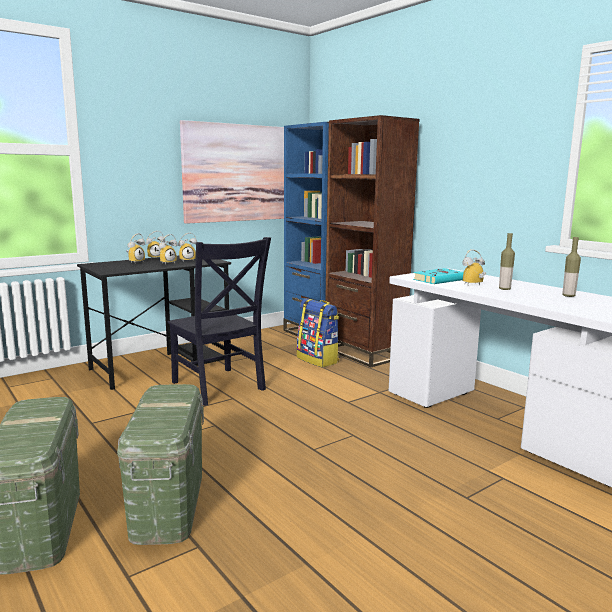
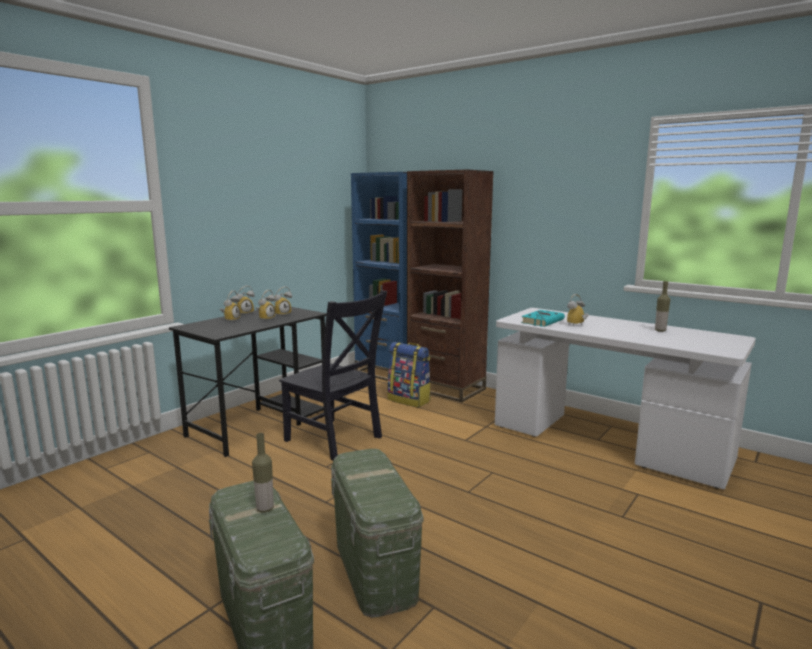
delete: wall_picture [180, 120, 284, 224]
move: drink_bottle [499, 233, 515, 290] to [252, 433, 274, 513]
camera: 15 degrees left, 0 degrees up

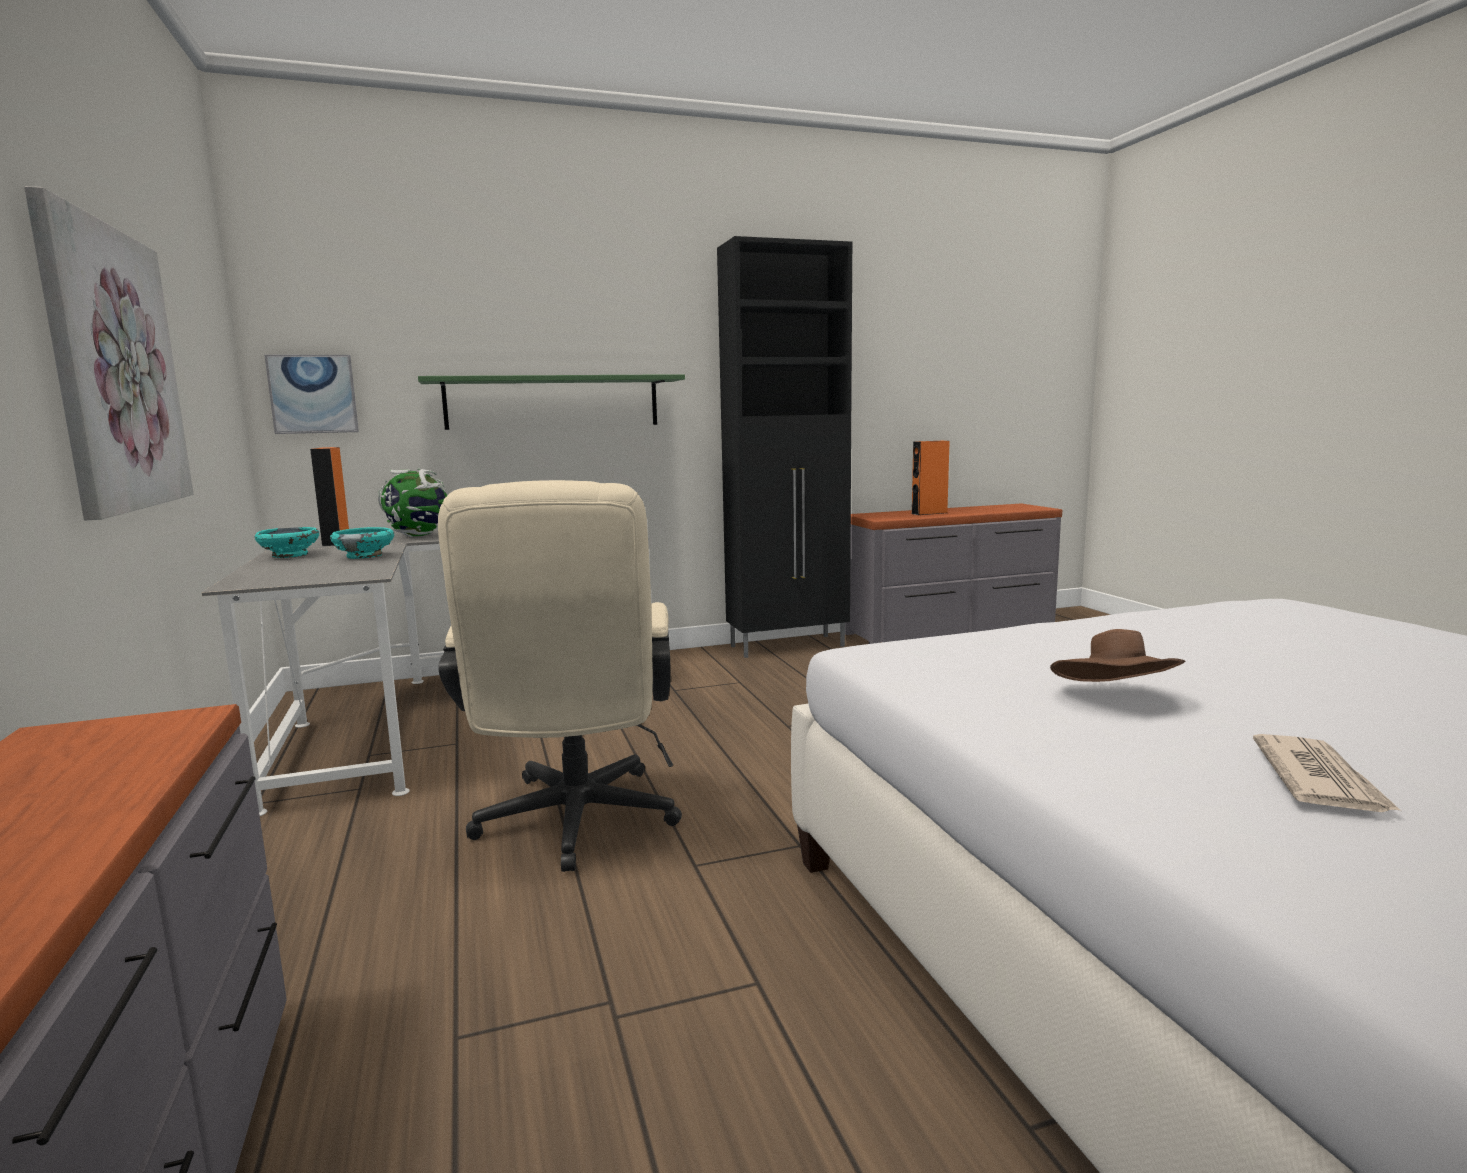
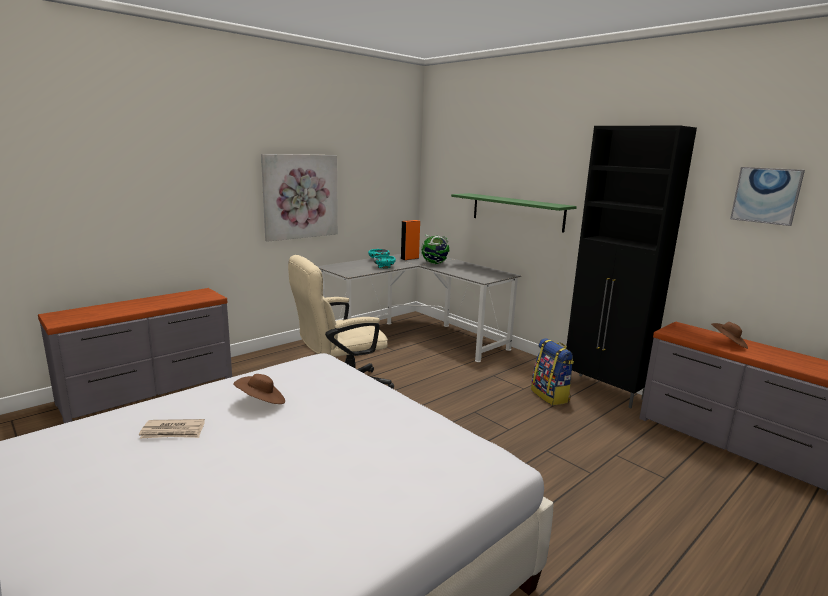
insert: knapsack [531, 338, 574, 406]
move: wall_picture [265, 355, 359, 434] to [730, 167, 805, 226]
replace: orange-coloured_speaker [912, 441, 950, 515] to brownish_clothing_hat [711, 322, 748, 349]
camera: 65 degrees right, 5 degrees up

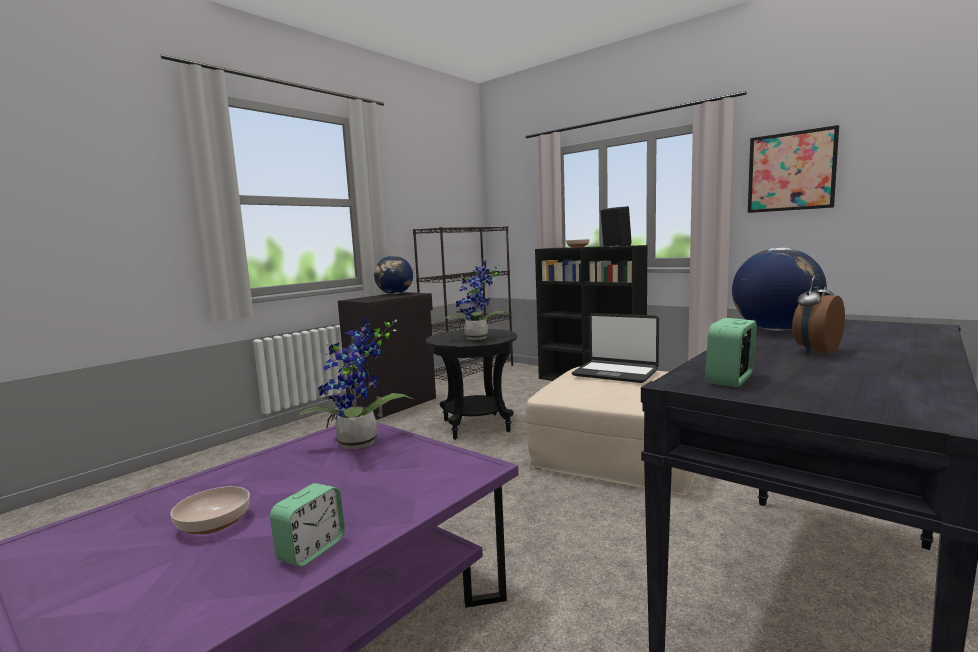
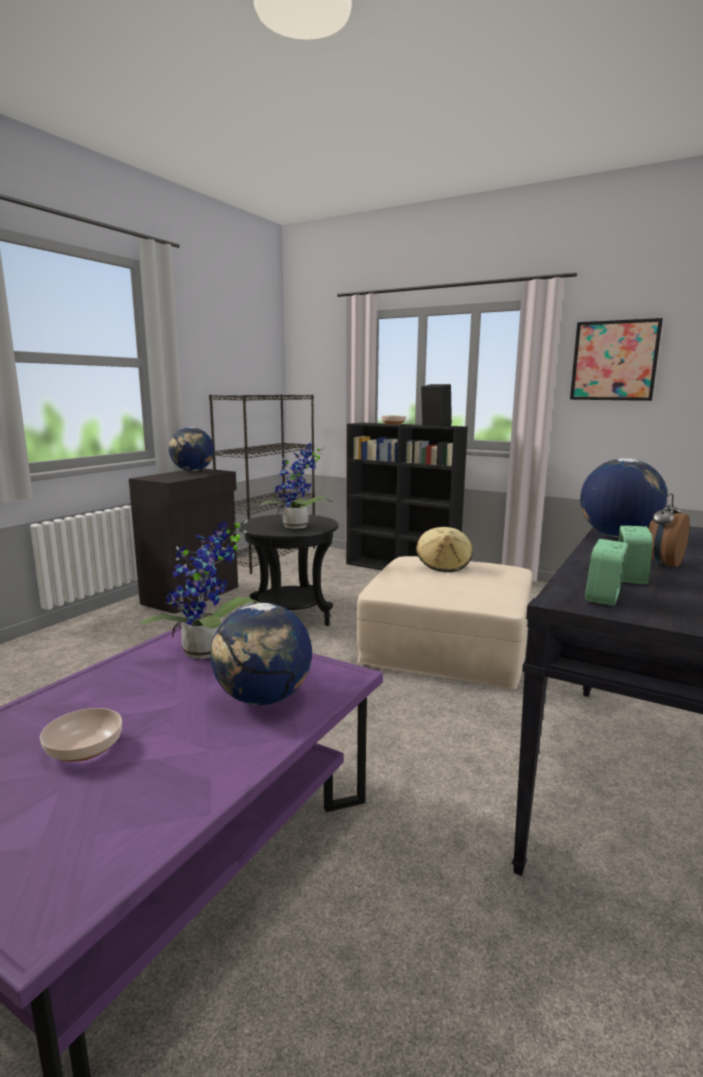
insert: globe [211, 603, 312, 705]
move: alarm_clock [270, 483, 345, 567] to [618, 526, 653, 584]
replace: notebook_computer [572, 313, 659, 383] to beige_clothing_hat [416, 527, 473, 572]
camera: 10 degrees left, 5 degrees up

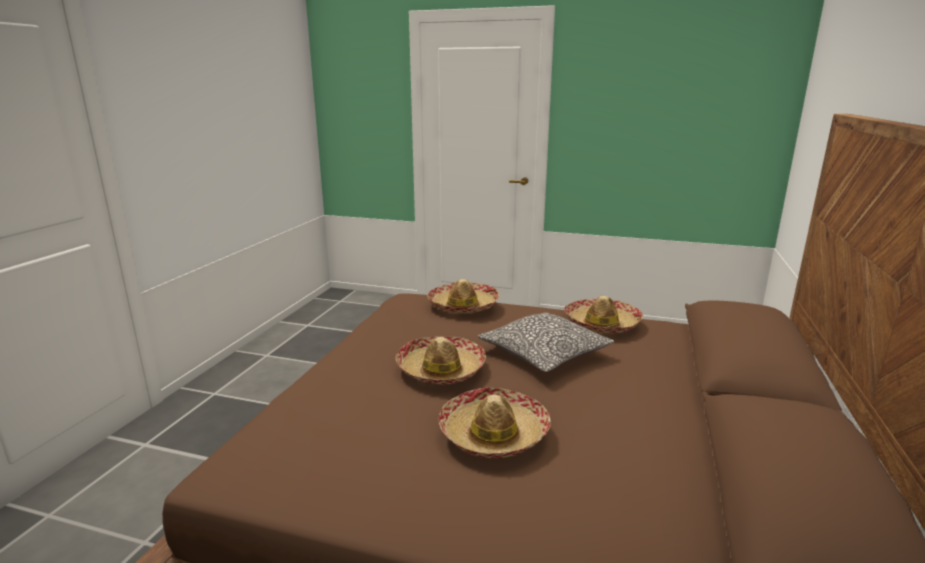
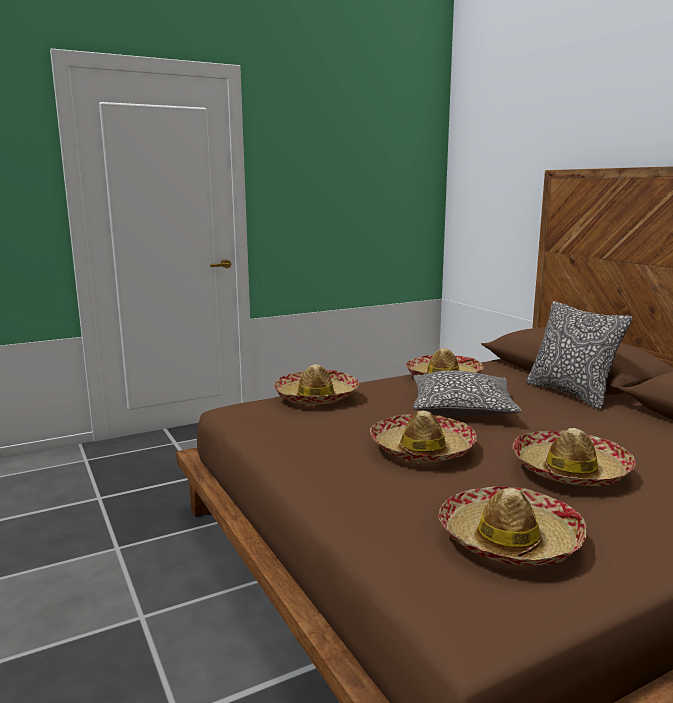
insert: clothing_hat [438, 487, 586, 566]; throw_pillow [526, 301, 632, 410]
camera: 45 degrees left, 5 degrees down

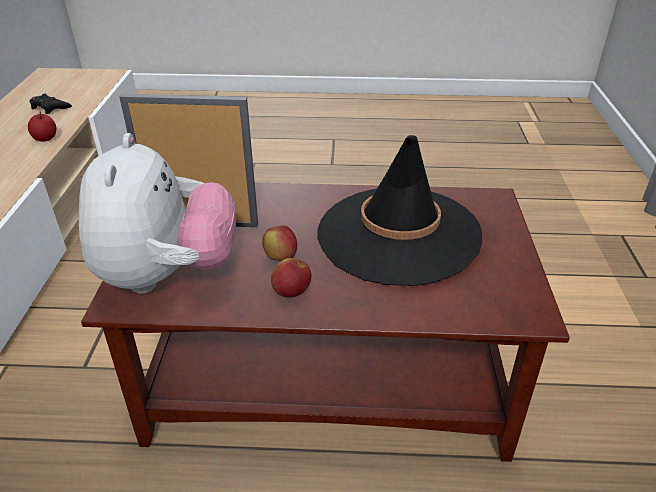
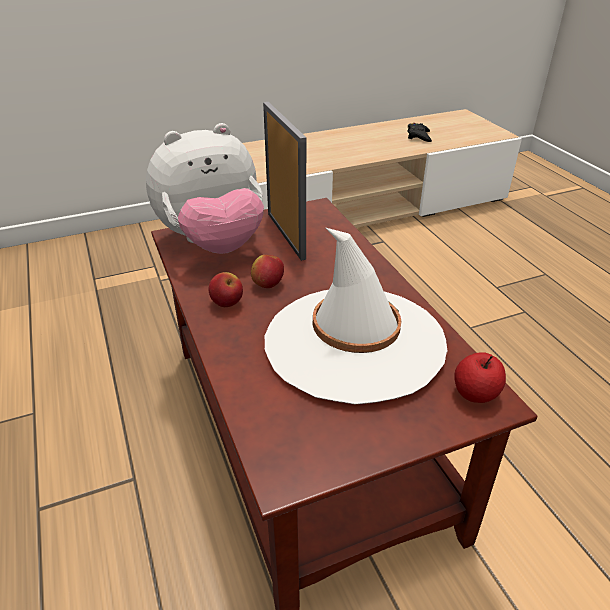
move: apple_fruit [28, 112, 56, 142] to [454, 352, 506, 403]
recolor: black_clothing_hat [317, 135, 482, 286] to white_clothing_hat [265, 228, 448, 404]
camera: 65 degrees right, 0 degrees up

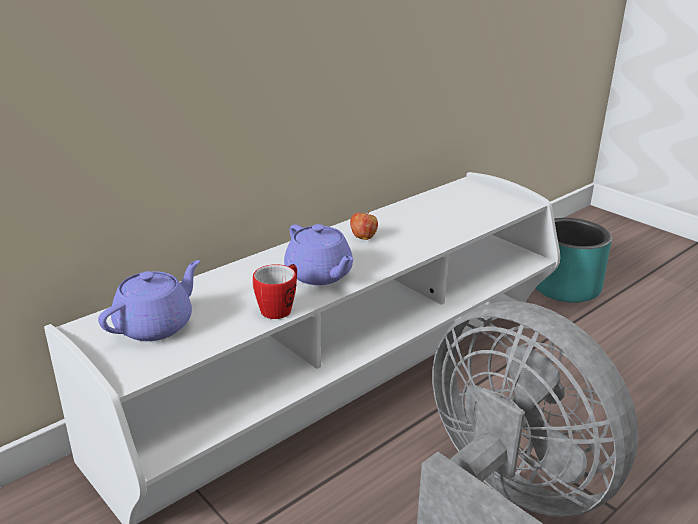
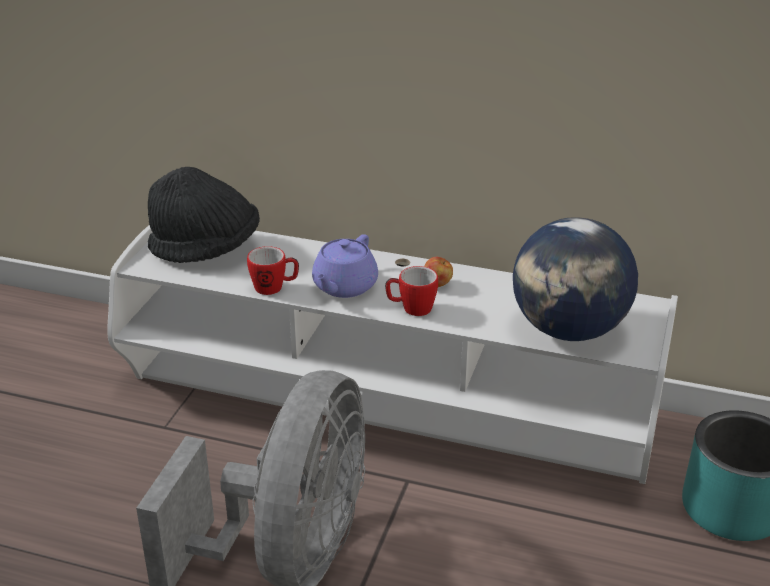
insert: tea_mug [385, 266, 438, 316]; globe [513, 217, 638, 341]
replace: purplish_teapot [98, 260, 200, 341] to black_clothing_hat [148, 167, 260, 263]
camera: 60 degrees right, 5 degrees up

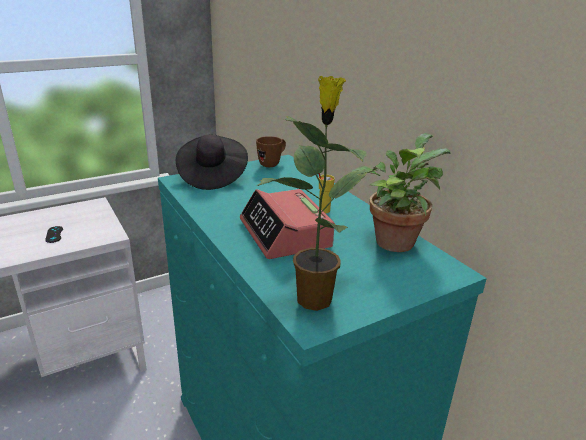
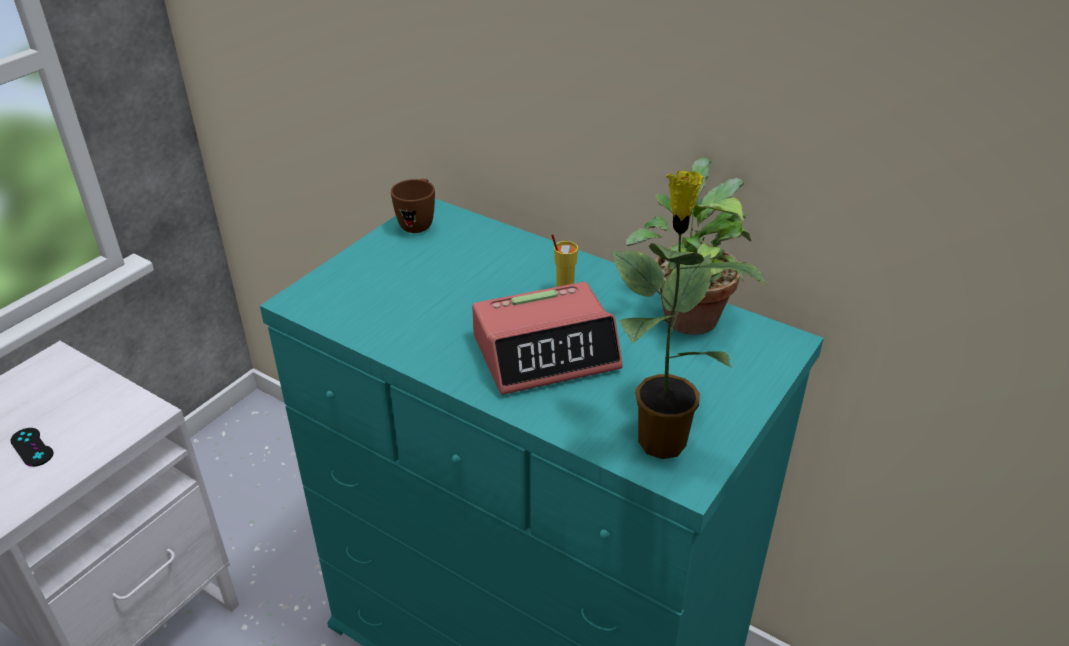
delete: black_clothing_hat [176, 134, 248, 190]
rotate: alarm_clock [240, 189, 335, 259] = [472, 282, 623, 395] 60 degrees counterclockwise
camera: 25 degrees left, 10 degrees up

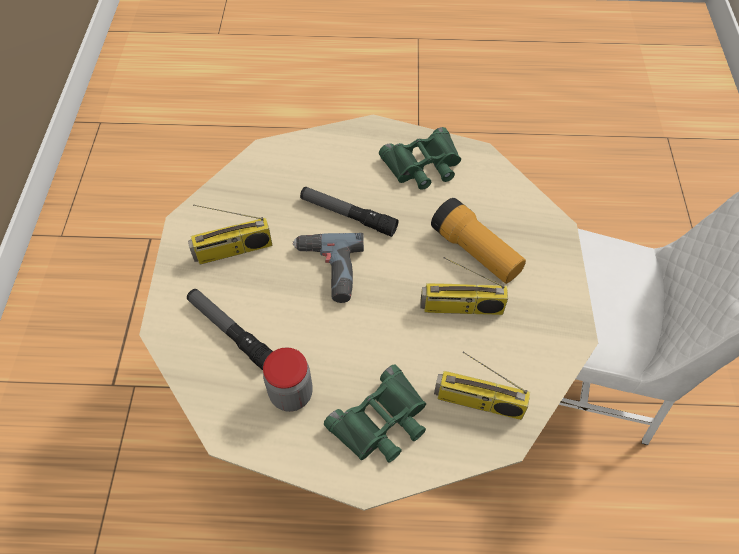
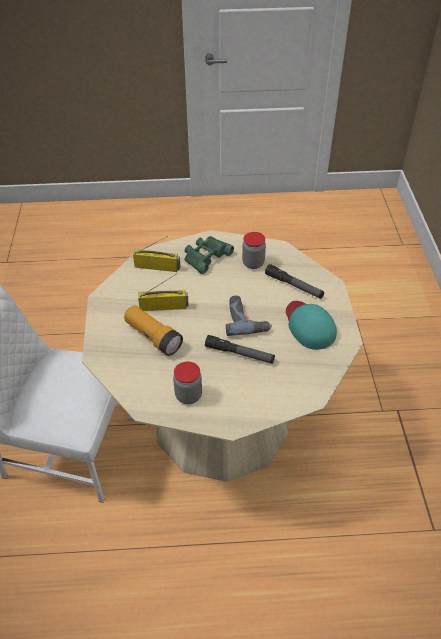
replace: green_field_glasses [379, 127, 461, 190] to storage_jar [173, 361, 202, 404]; radio_set [188, 204, 273, 264] to turquoise-coloured_peaked_cap [286, 301, 337, 350]
camera: 175 degrees right, 10 degrees down

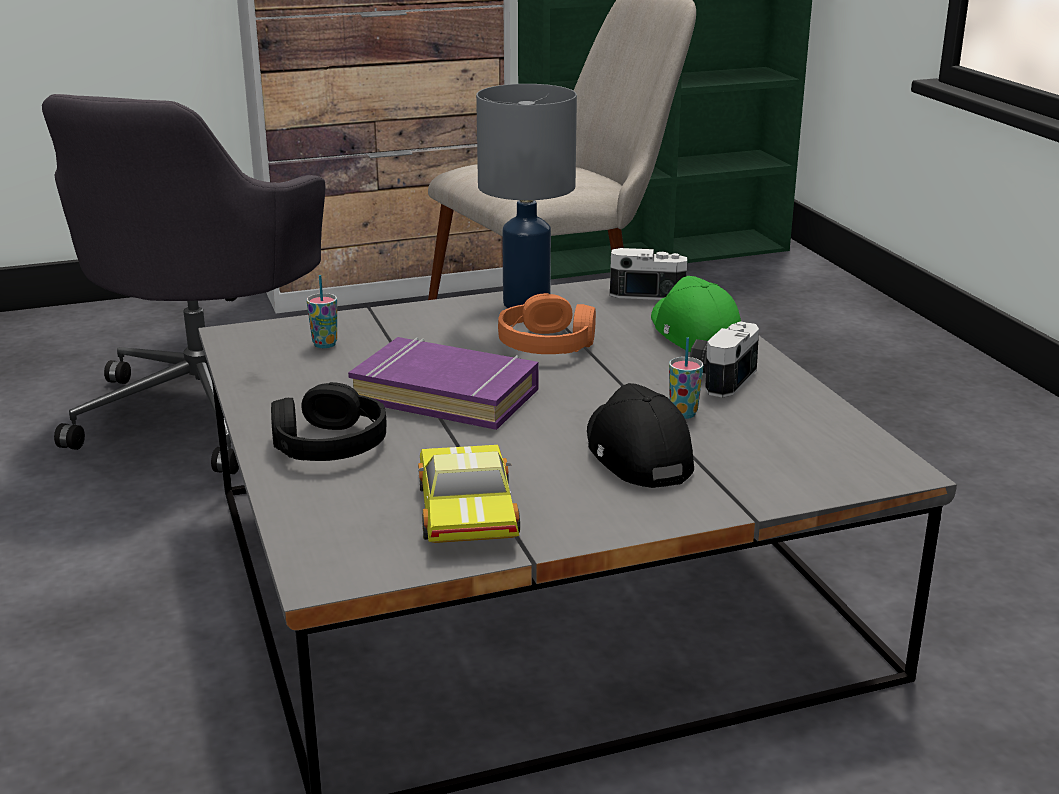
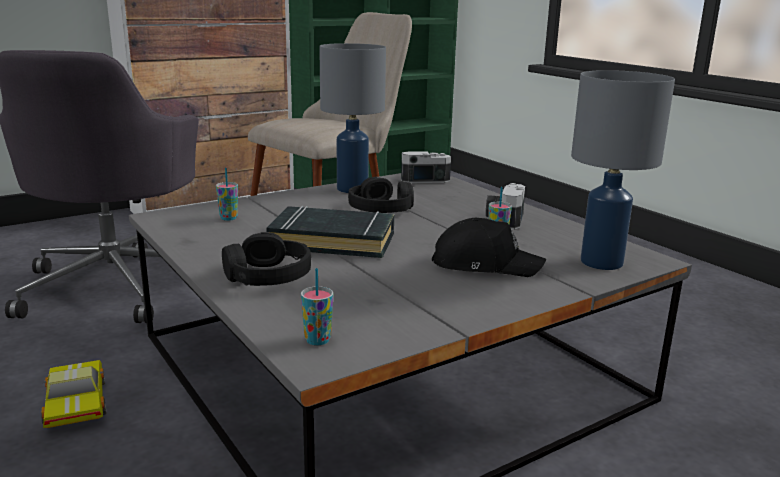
delete: green_peaked_cap [651, 276, 741, 352]
insert: drinking_cup [301, 268, 333, 346]; gray_tabletop_lamp [571, 70, 675, 270]
move: model_car [418, 445, 520, 543] to [41, 360, 106, 428]
recolor: purplish_bound_book [348, 337, 539, 430] to black_bound_book [266, 206, 394, 258]; orange-coloured_headphones [498, 293, 596, 354] to black_headphones [348, 177, 414, 213]
rotate: black_peaked_cap [587, 383, 694, 488] = [432, 218, 546, 277] 135 degrees clockwise
camera: 15 degrees left, 5 degrees down

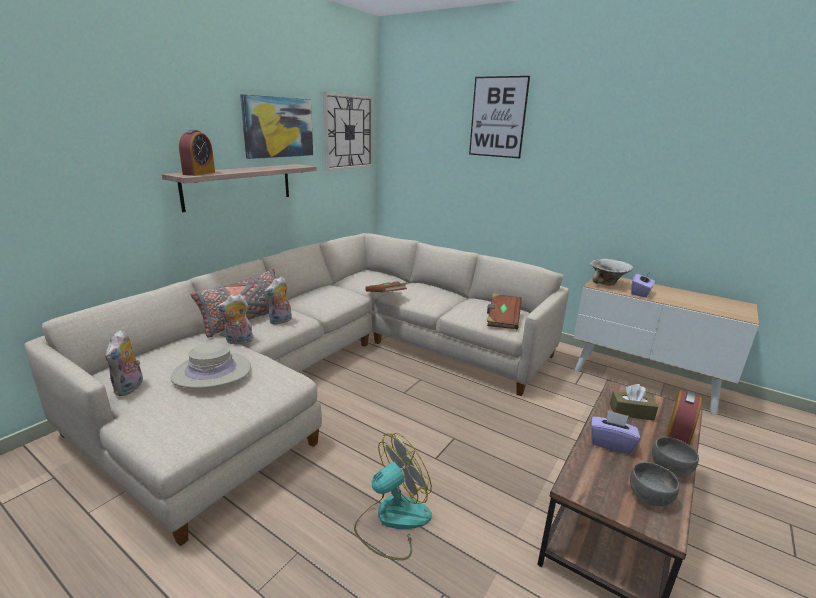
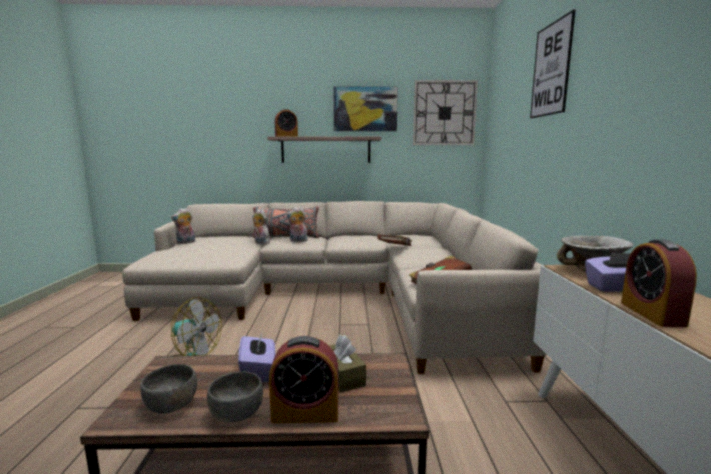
delete: beige_clothing_hat [170, 342, 251, 389]
insert: alarm_clock [621, 240, 697, 327]
camera: 55 degrees right, 10 degrees down

